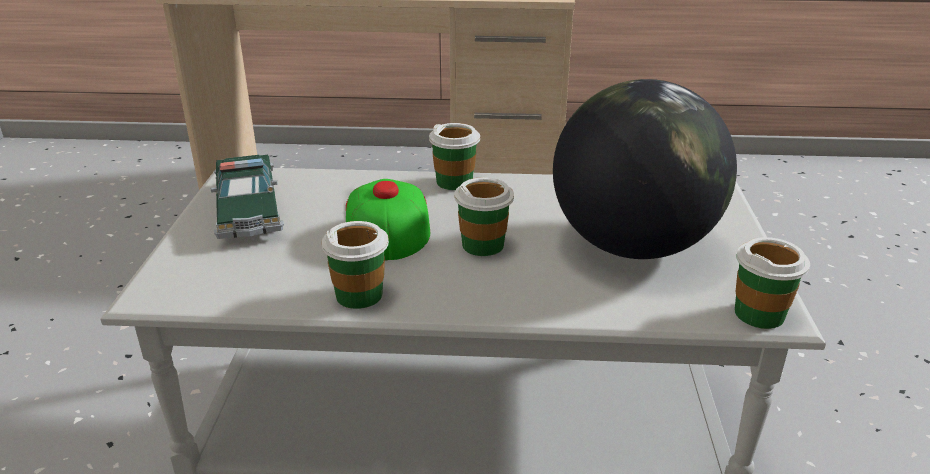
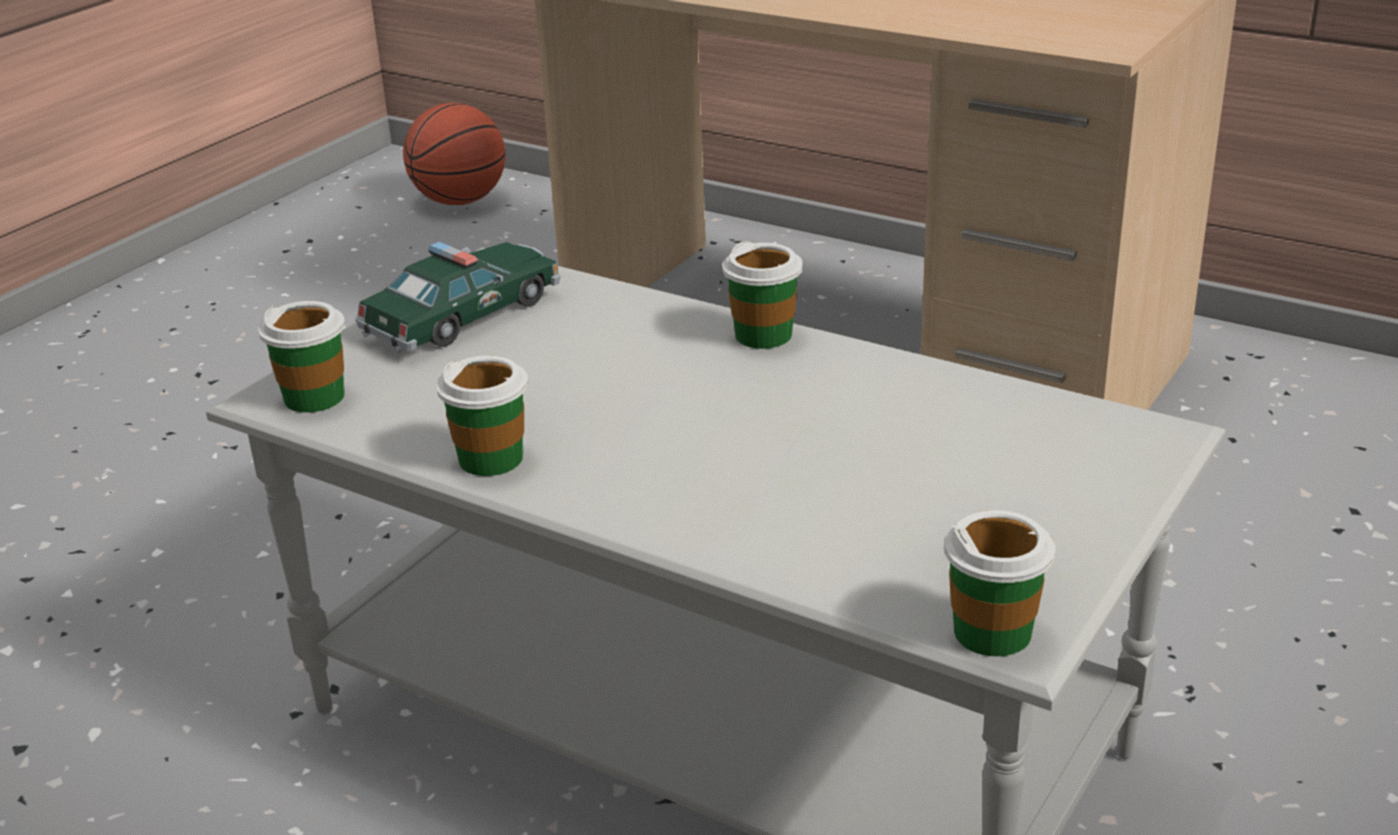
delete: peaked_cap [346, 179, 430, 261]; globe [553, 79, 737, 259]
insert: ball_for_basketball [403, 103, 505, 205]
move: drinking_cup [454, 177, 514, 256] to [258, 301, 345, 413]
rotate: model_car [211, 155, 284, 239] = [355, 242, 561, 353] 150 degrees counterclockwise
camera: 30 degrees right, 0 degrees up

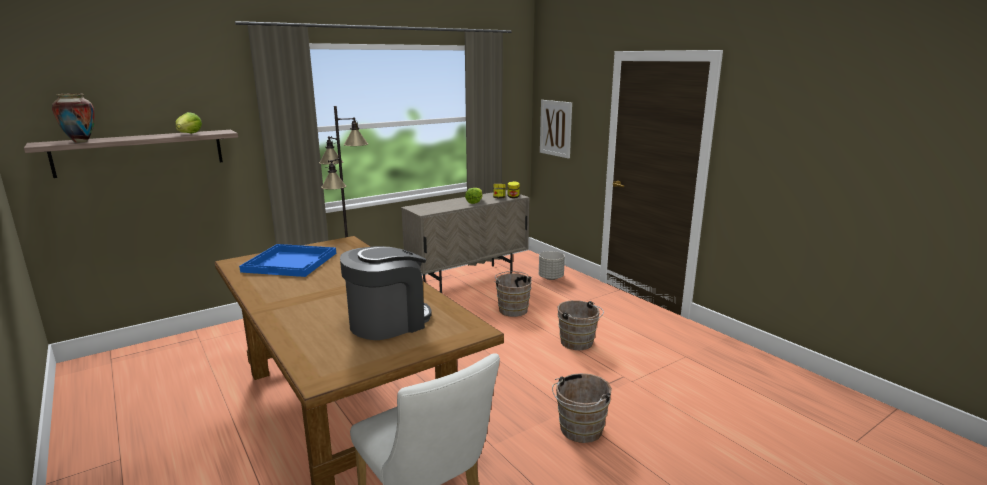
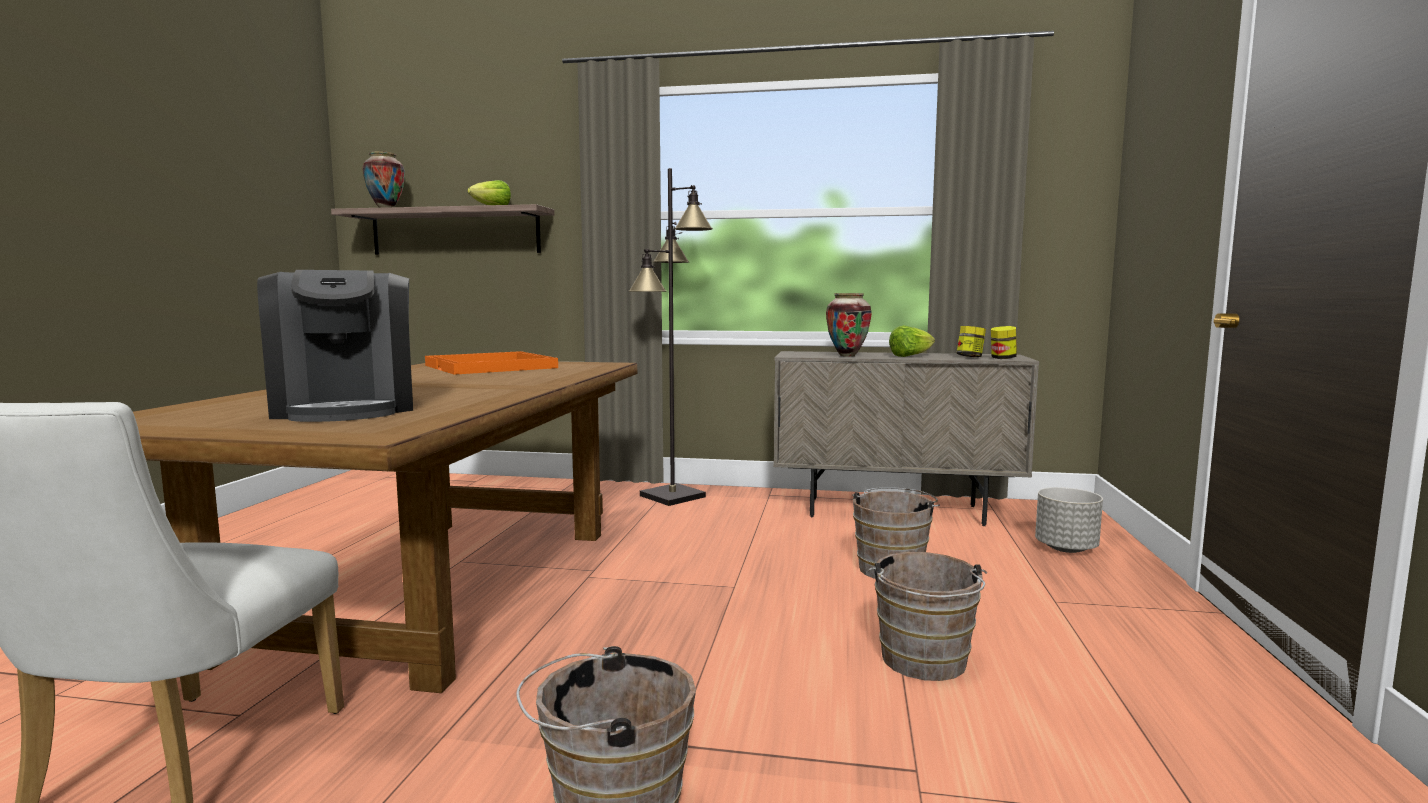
delete: wall_picture [540, 100, 572, 159]
insert: flower_vase [826, 293, 872, 357]
recolor: bluish_serving_tray [239, 244, 336, 277] to orange-coloured_serving_tray [425, 351, 558, 375]
rotate: coffee_maker [340, 246, 431, 340] = [257, 270, 413, 422] 60 degrees clockwise
camera: 45 degrees right, 10 degrees down

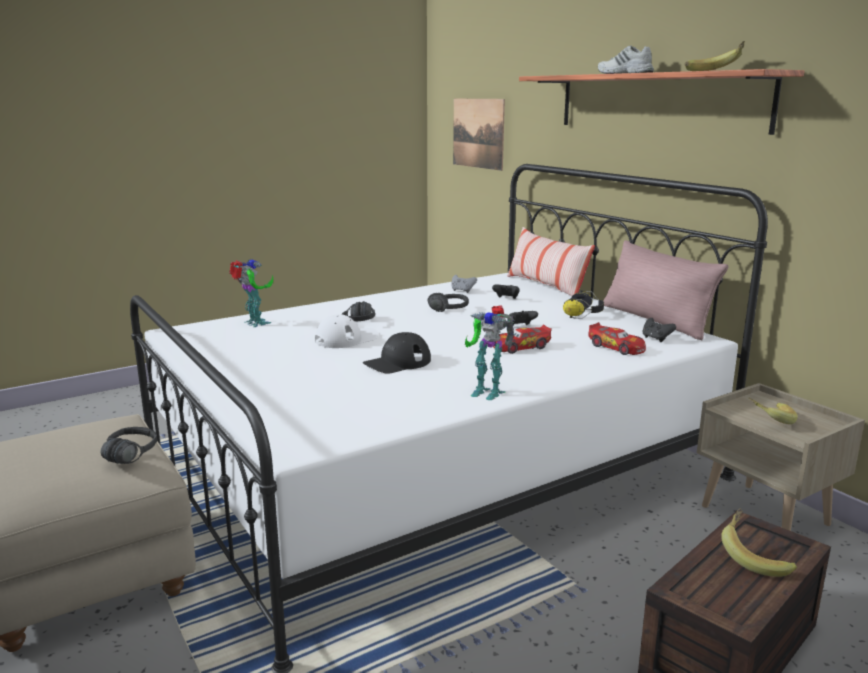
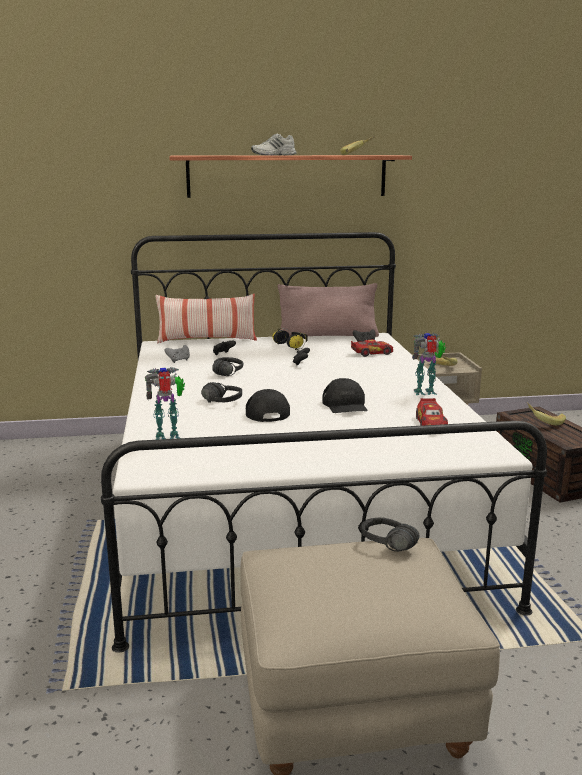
delete: wall_picture [453, 99, 505, 171]
move: model_car [493, 325, 552, 354] to [416, 398, 448, 426]
recolor: white_peaked_cap [315, 314, 378, 348] to black_peaked_cap [246, 389, 290, 422]
rotate: model_robot [465, 305, 515, 400] = [412, 333, 446, 395] 150 degrees counterclockwise
camera: 65 degrees left, 0 degrees up

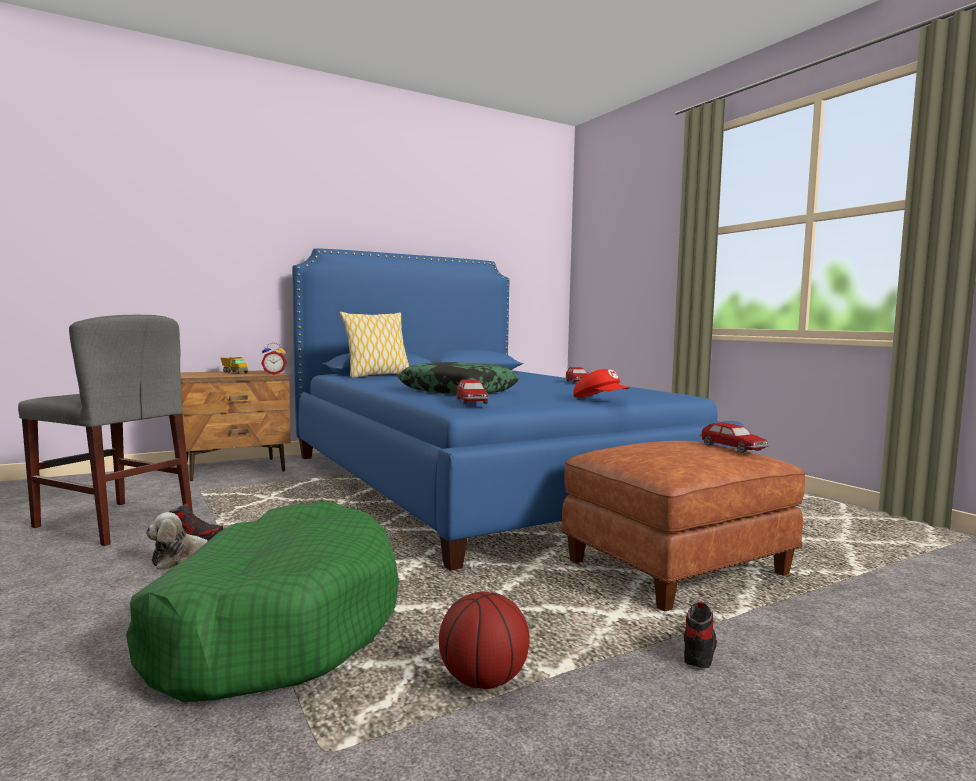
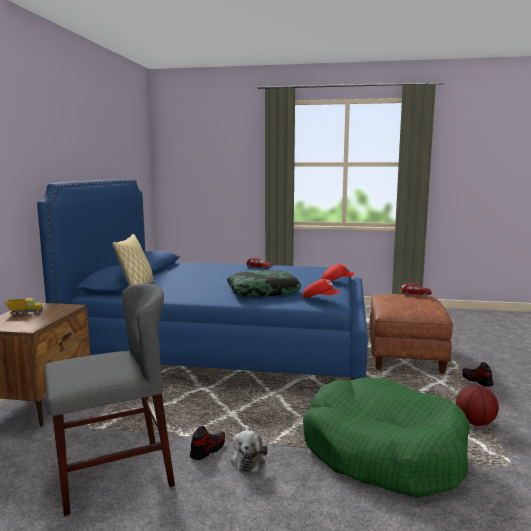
delete: alarm_clock [261, 343, 287, 375]
replace: model_car [456, 380, 489, 404] to red-coloured_peaked_cap [303, 279, 340, 298]
camera: 50 degrees left, 5 degrees up

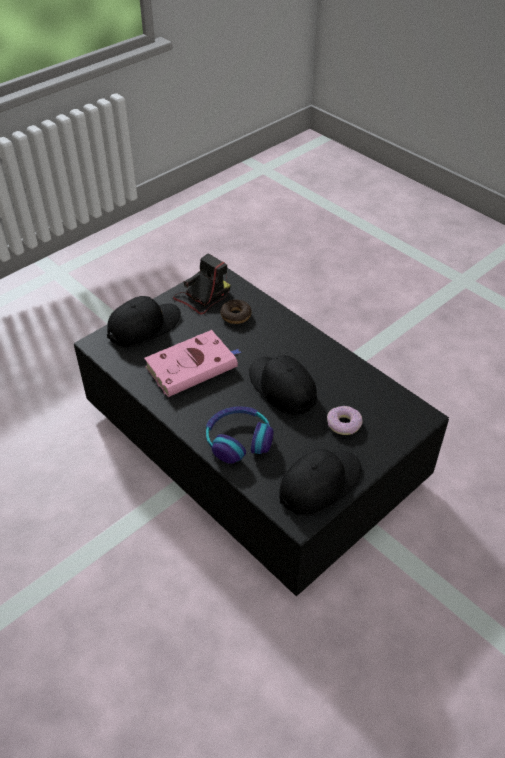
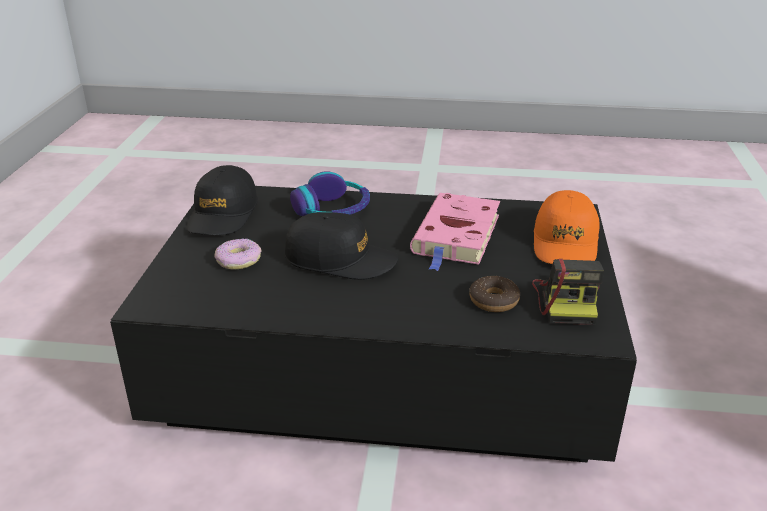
recolor: black_peaked_cap [107, 296, 181, 347] to orange-coloured_peaked_cap [534, 190, 600, 264]
camera: 140 degrees right, 15 degrees down

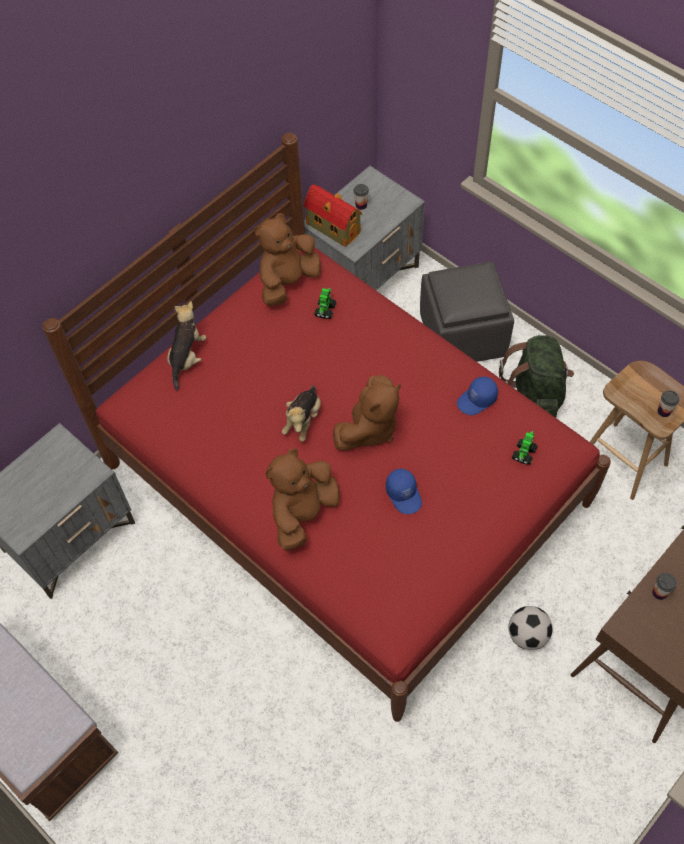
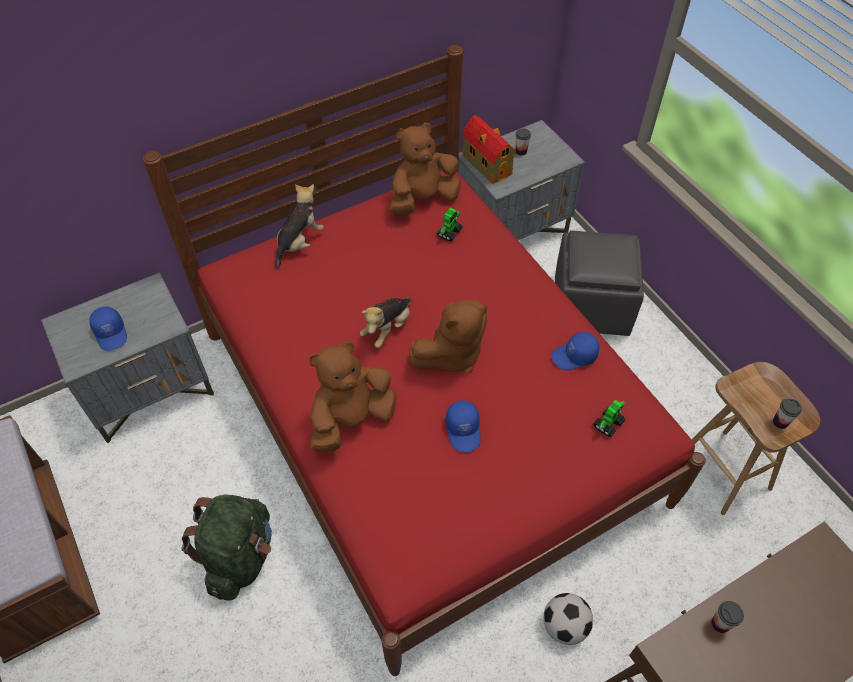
insert: bluish_peaked_cap [89, 307, 127, 350]
move: green_knapsack [499, 335, 574, 418] to [181, 495, 272, 601]
camera: 15 degrees right, 5 degrees down

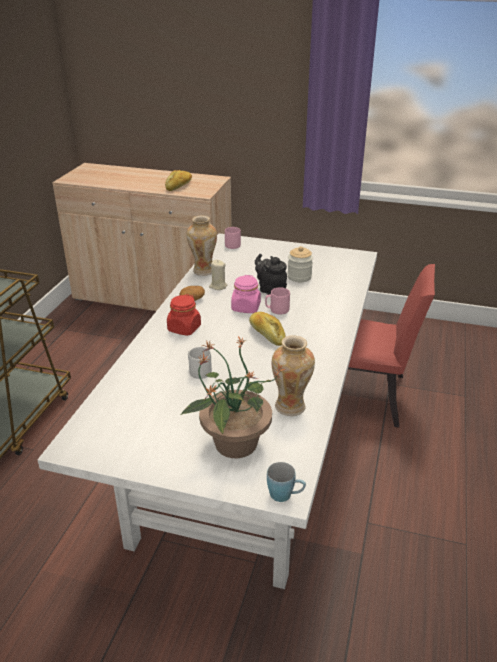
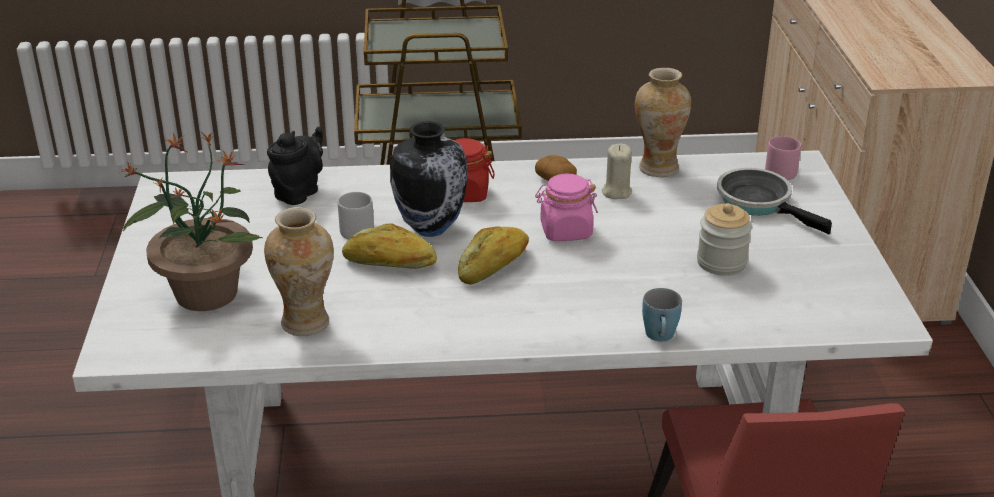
delete: pinkish_tea_mug [265, 287, 290, 315]
insert: flower_vase [390, 121, 468, 237]; pan [717, 168, 832, 234]
move: black_teapot [255, 254, 287, 295] to [267, 127, 323, 205]; bakery_bread [165, 170, 192, 191] to [342, 223, 437, 269]; bluish_tea_mug [267, 462, 306, 502] to [642, 288, 682, 341]
camera: 70 degrees right, 0 degrees up

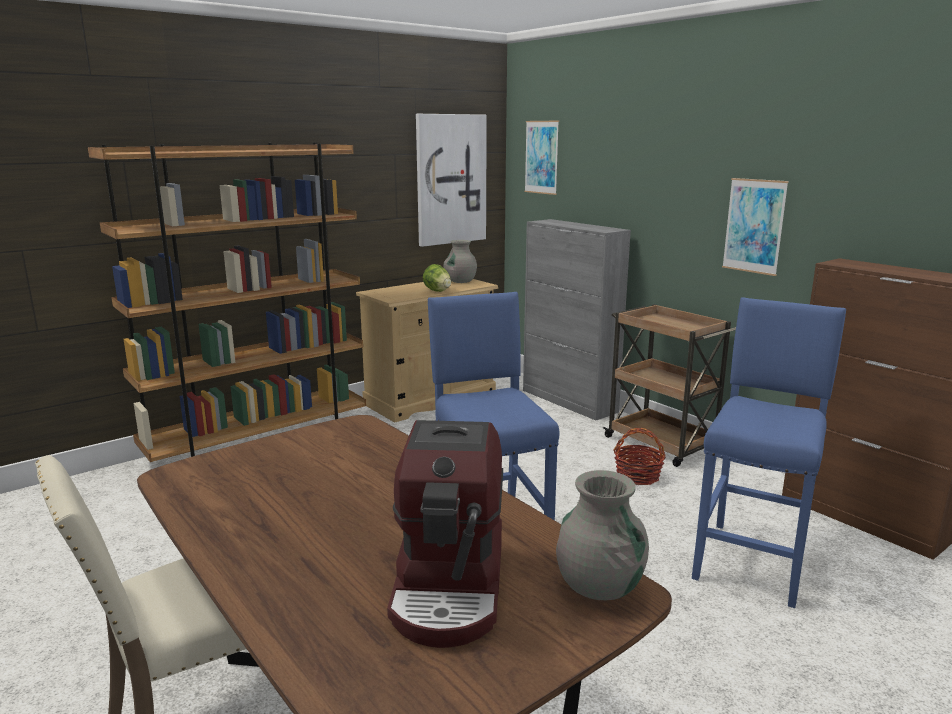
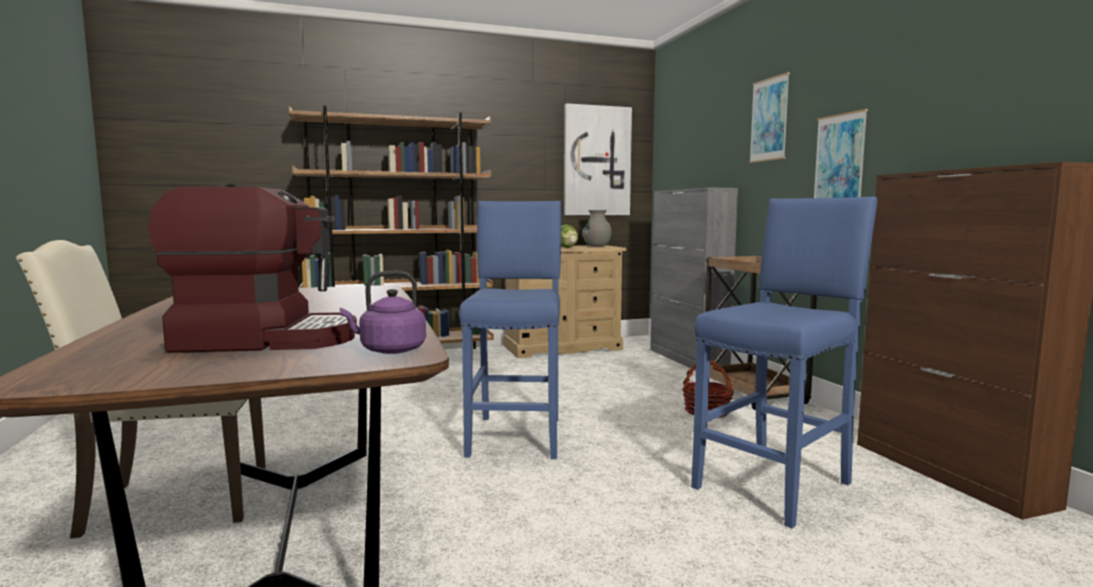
move: wall_picture [524, 121, 559, 195] to [749, 72, 790, 163]
replace: gray_flower_vase [556, 470, 649, 600] to purplish_tea_kettle [340, 271, 426, 354]
rotate: coffee_maker [387, 420, 503, 648] = [148, 184, 357, 353] 120 degrees counterclockwise
camera: 20 degrees right, 10 degrees down

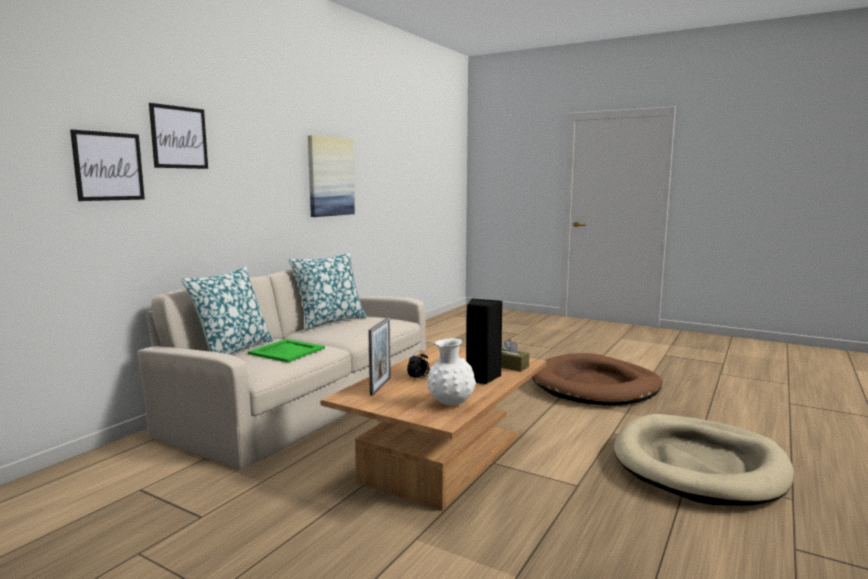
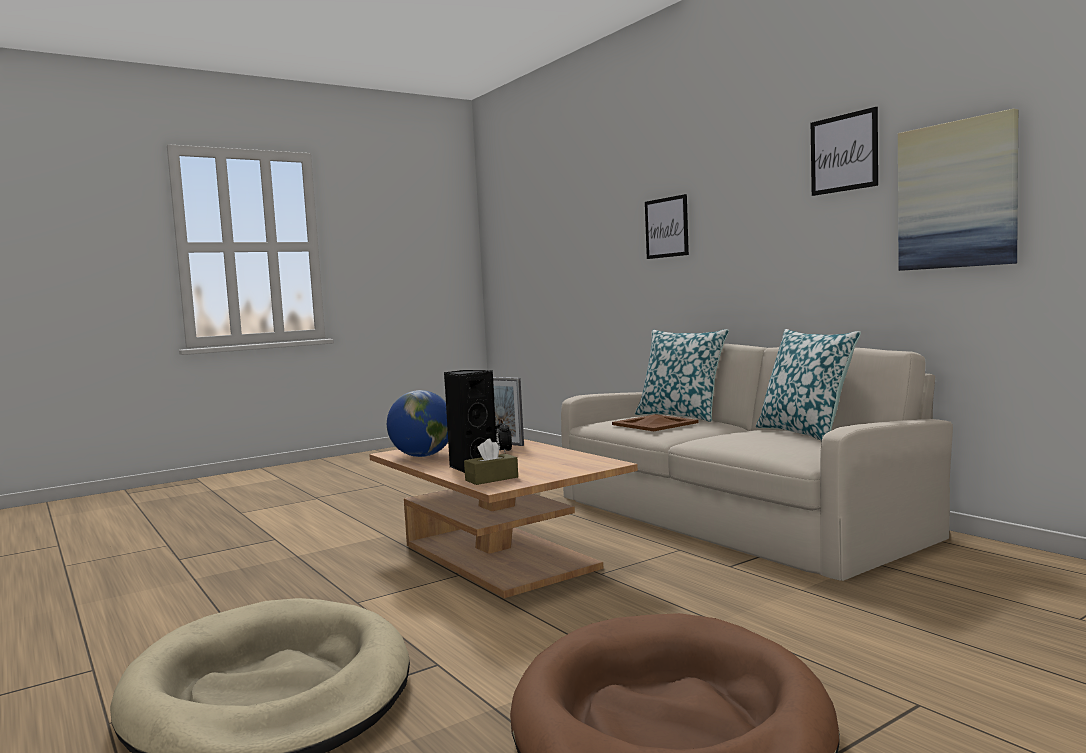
move: wall_picture [149, 103, 208, 169] to [811, 107, 878, 196]
replace: white_flower_vase [427, 338, 476, 405] to globe [387, 390, 448, 457]
recolor: green_serving_tray [248, 339, 325, 362] to brownish_serving_tray [612, 414, 698, 431]
camera: 115 degrees right, 5 degrees down

